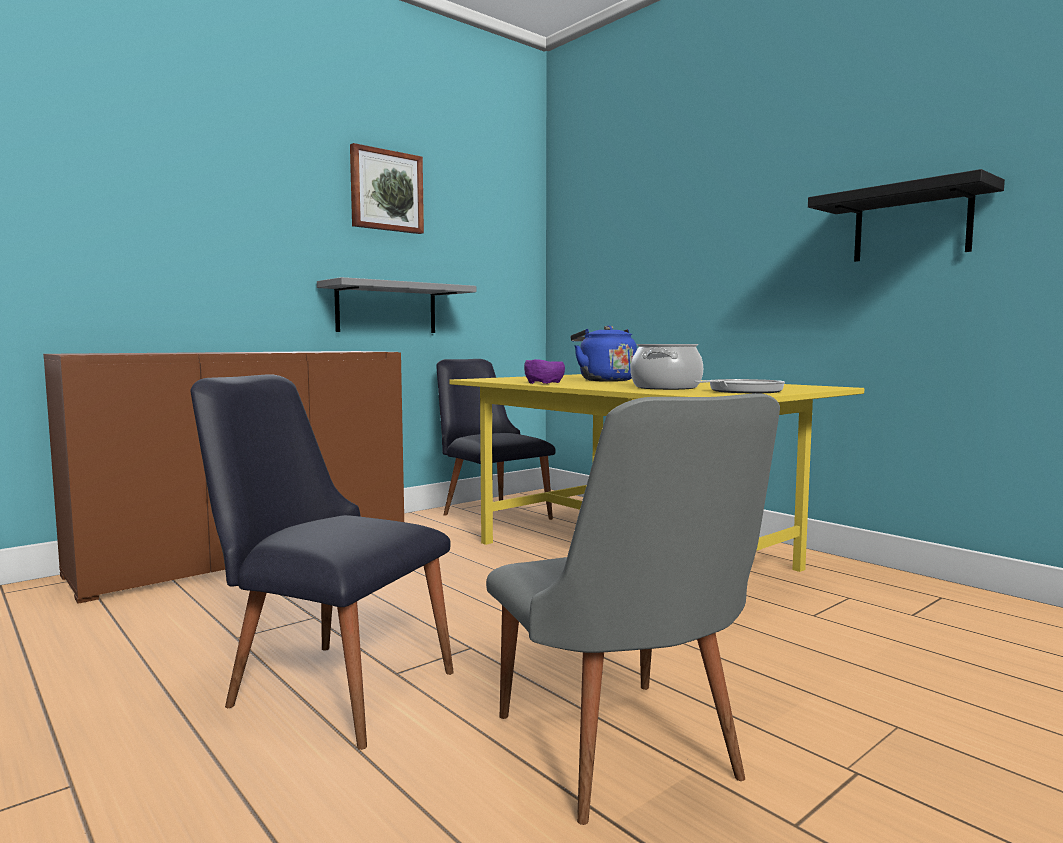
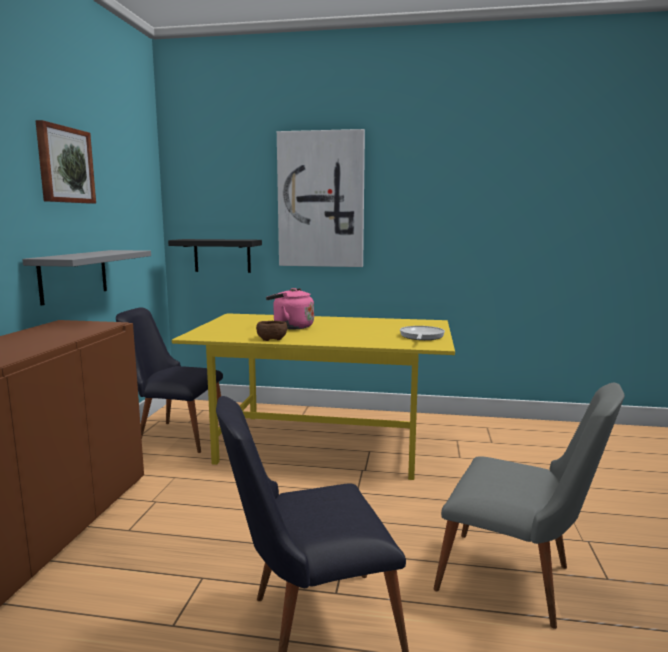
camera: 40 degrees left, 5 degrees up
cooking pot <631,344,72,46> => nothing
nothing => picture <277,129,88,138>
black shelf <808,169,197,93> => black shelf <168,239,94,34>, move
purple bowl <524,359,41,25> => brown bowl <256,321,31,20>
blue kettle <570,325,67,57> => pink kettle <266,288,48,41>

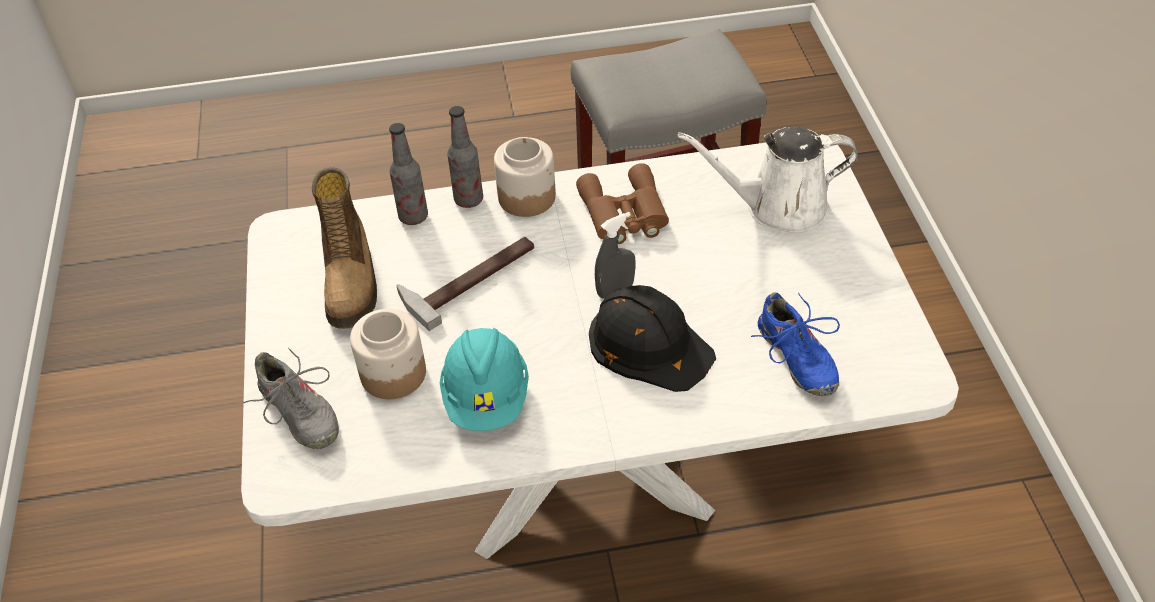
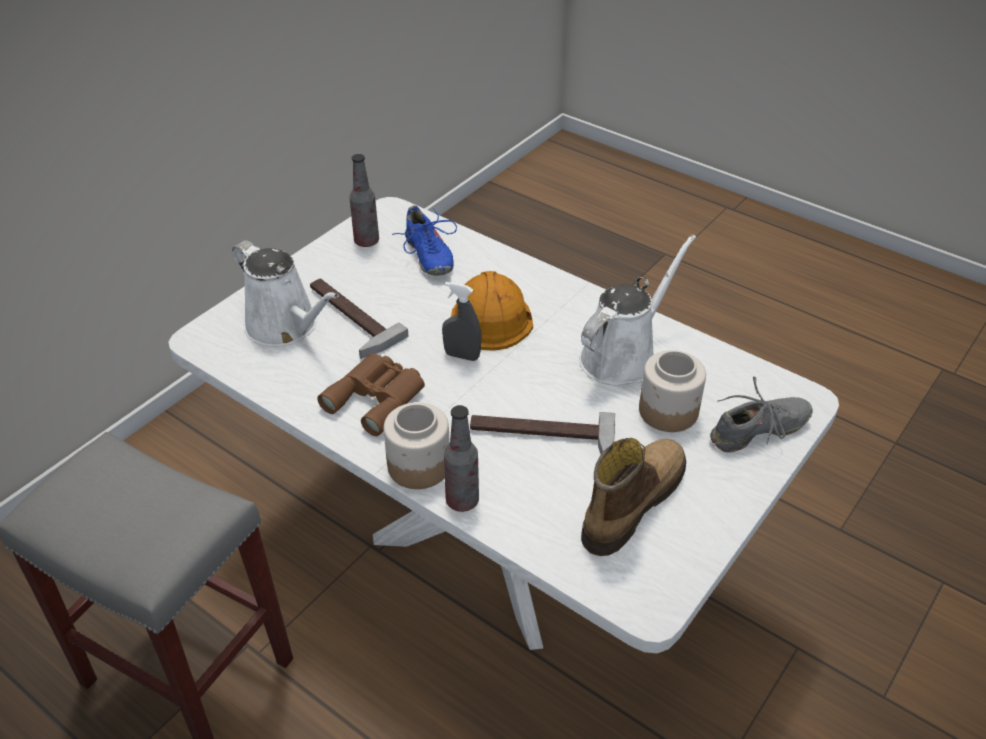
camera: 135 degrees left, 5 degrees down
nothing => hammer <310,279,99,80>
bottle <389,123,39,102> => bottle <349,154,30,93>, move
turquoise hard hat <440,328,89,103> => white watering can <579,235,117,151>
black hard hat <589,285,127,107> => orange hard hat <451,271,82,80>
grey shoe <243,347,96,102> => grey shoe <710,377,103,75>, 60 degrees clockwise
blue shoe <751,292,89,104> => blue shoe <392,205,65,71>, 135 degrees clockwise

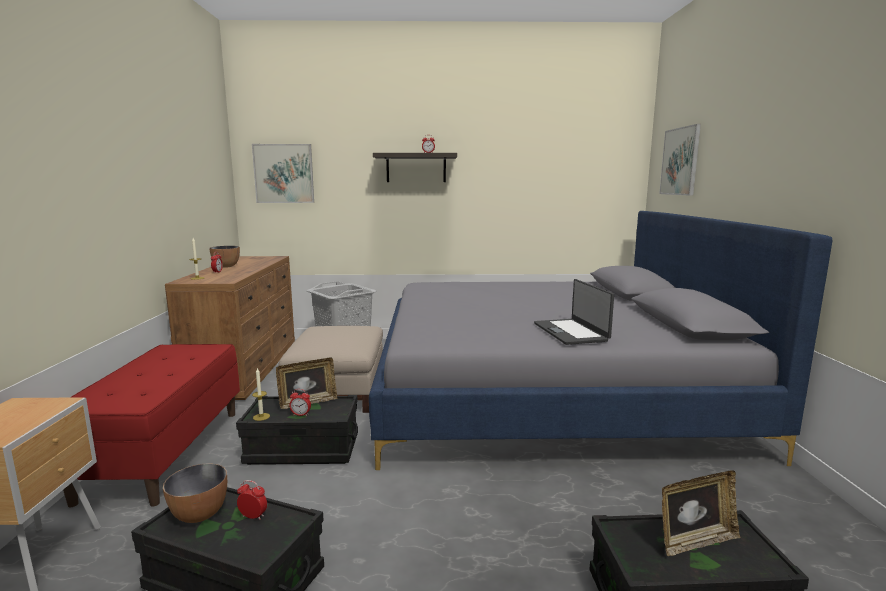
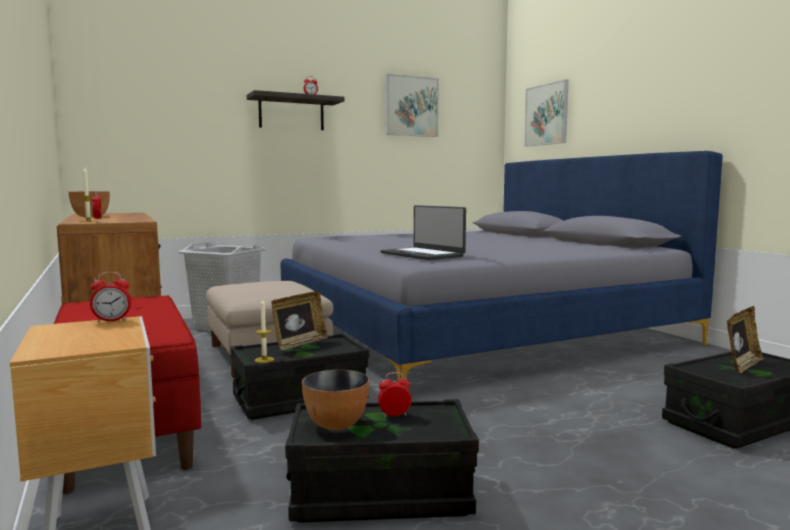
camera: 25 degrees left, 5 degrees down
picture <252,144,62,59> => picture <385,74,54,63>, move
alarm clock <289,389,22,27> => alarm clock <90,272,41,50>, move
laptop <534,279,80,66> => laptop <380,205,86,55>, move

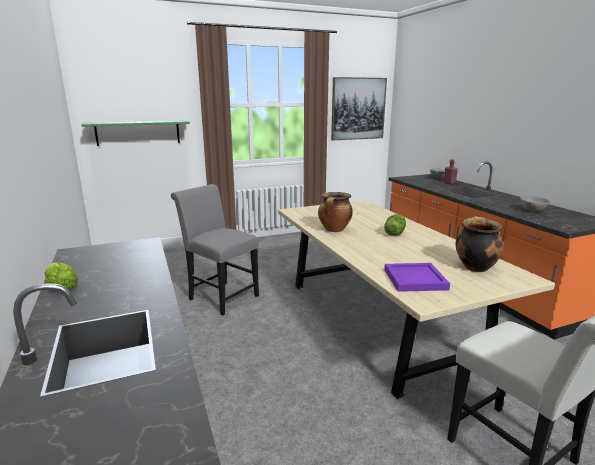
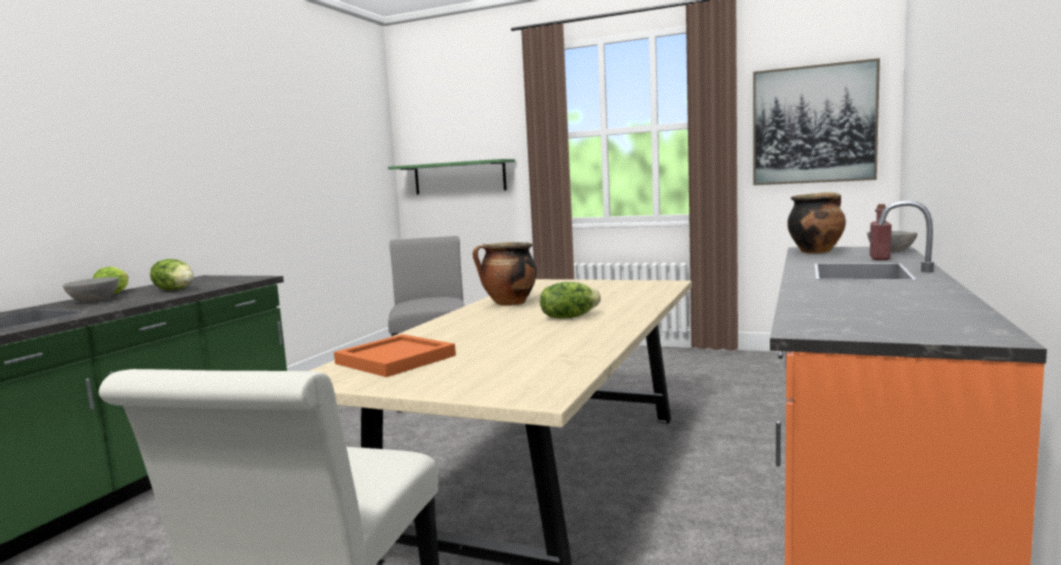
camera: 45 degrees right, 10 degrees down
nothing => lettuce <150,259,44,31>
cooking pot <456,216,47,56> => cooking pot <787,192,59,61>, move
grey bowl <520,196,30,16> => grey bowl <63,277,55,26>, move
purple tray <384,263,66,29> => orange tray <334,334,122,43>

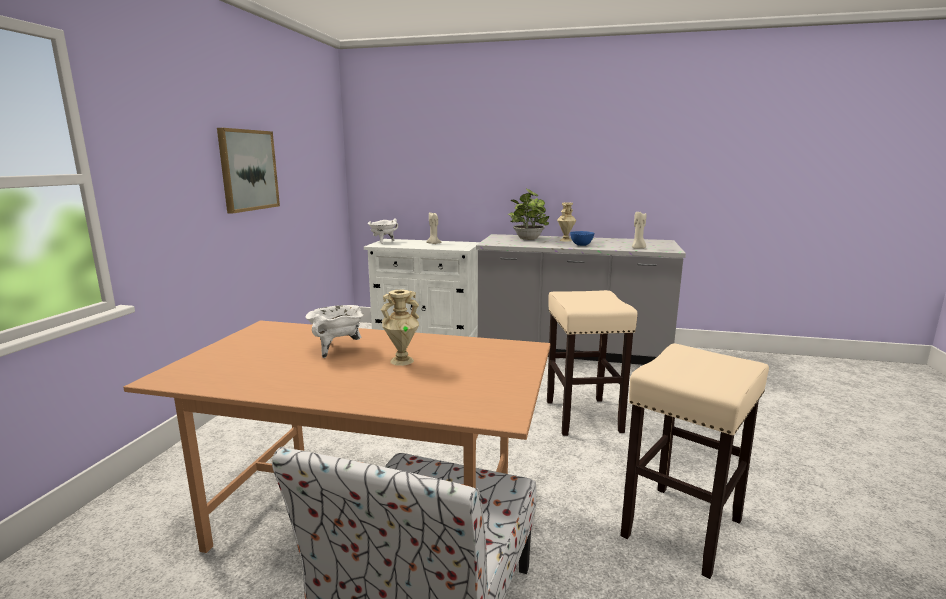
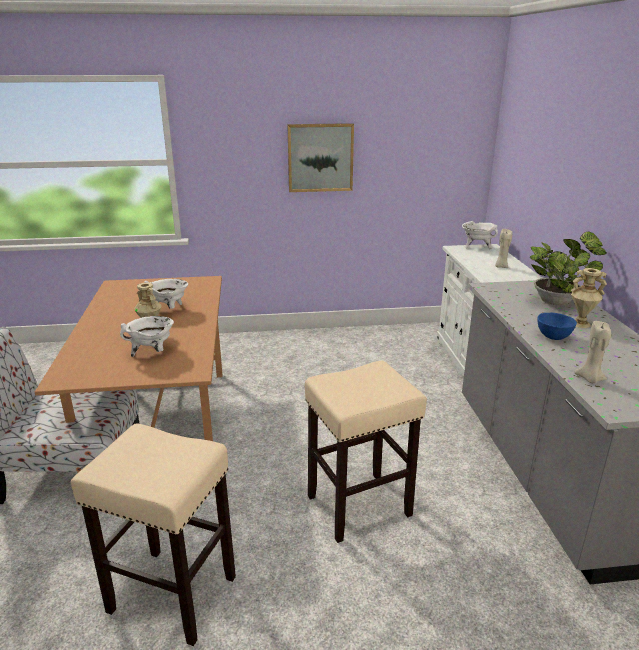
camera: 70 degrees right, 10 degrees up
nothing => white cooking pot <120,316,54,41>

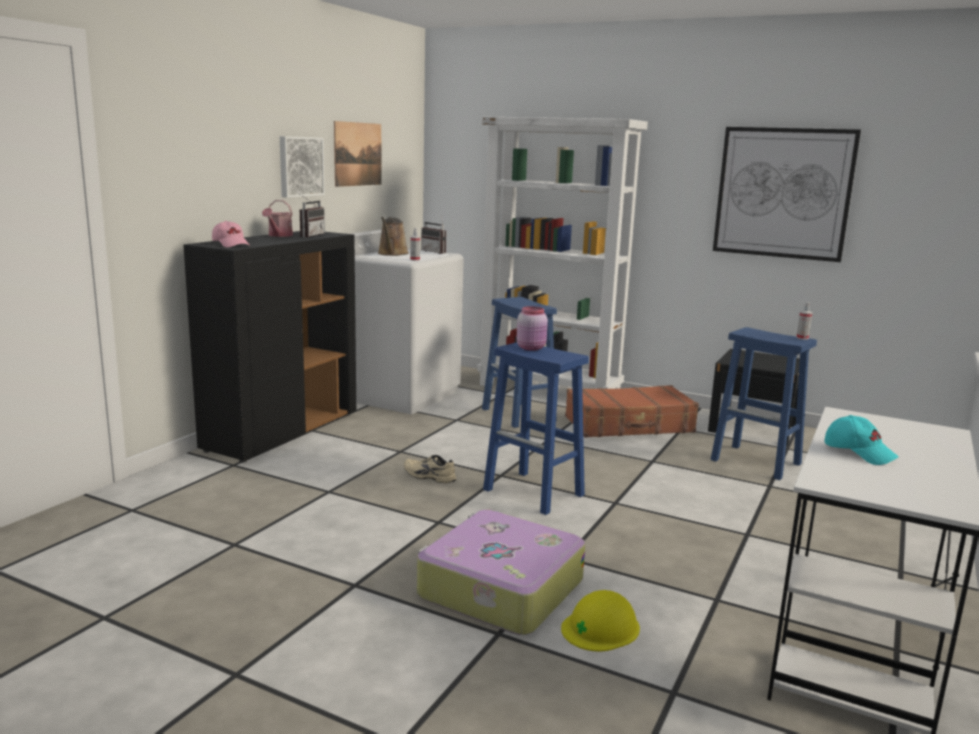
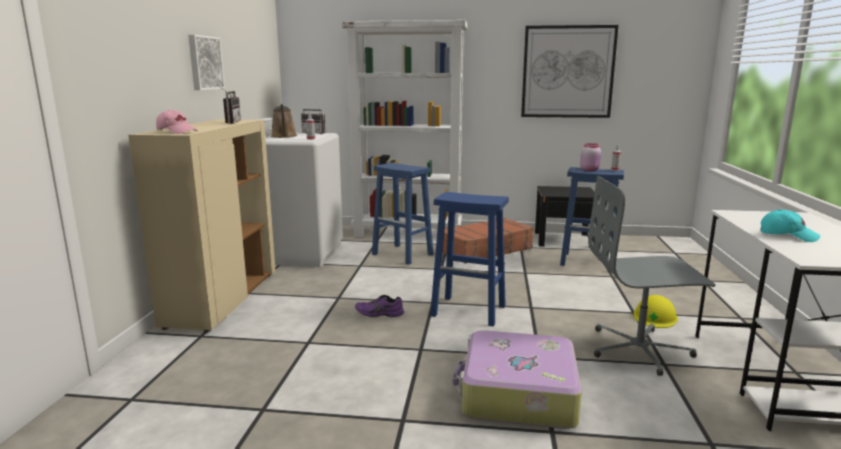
camera: 20 degrees left, 0 degrees up
watering can <262,200,31,37> => nothing
picture <334,121,47,66> => nothing
nothing => grey office chair <588,176,128,200>
pink jar <516,306,32,45> => pink jar <580,143,21,28>, move
yellow hard hat <561,590,79,61> => yellow hard hat <634,295,44,33>, move
black cabinet <183,231,173,232> => beige cabinet <128,120,148,212>
beige shoe <404,455,52,28> => purple shoe <355,295,49,22>

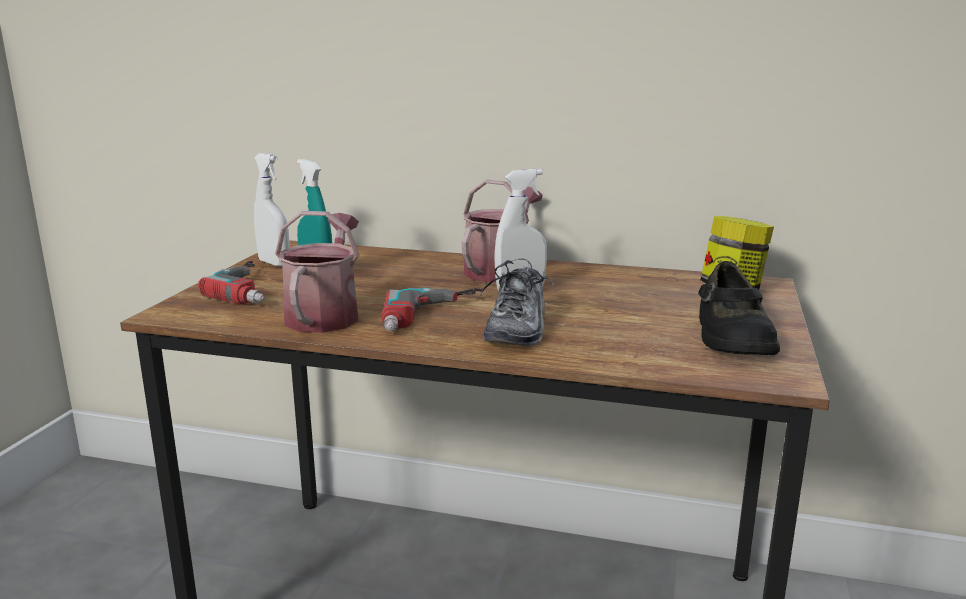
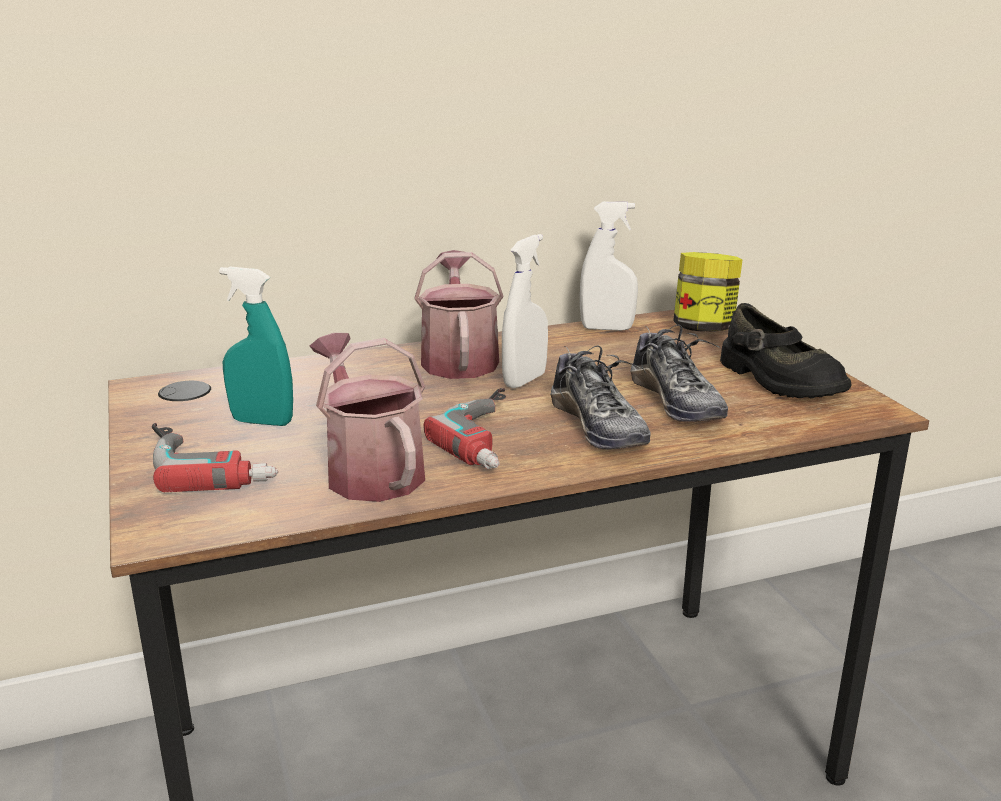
camera: 35 degrees left, 5 degrees up
nothing => shoe <630,325,98,97>
white spray bottle <254,153,36,114> => white spray bottle <580,202,58,129>, move

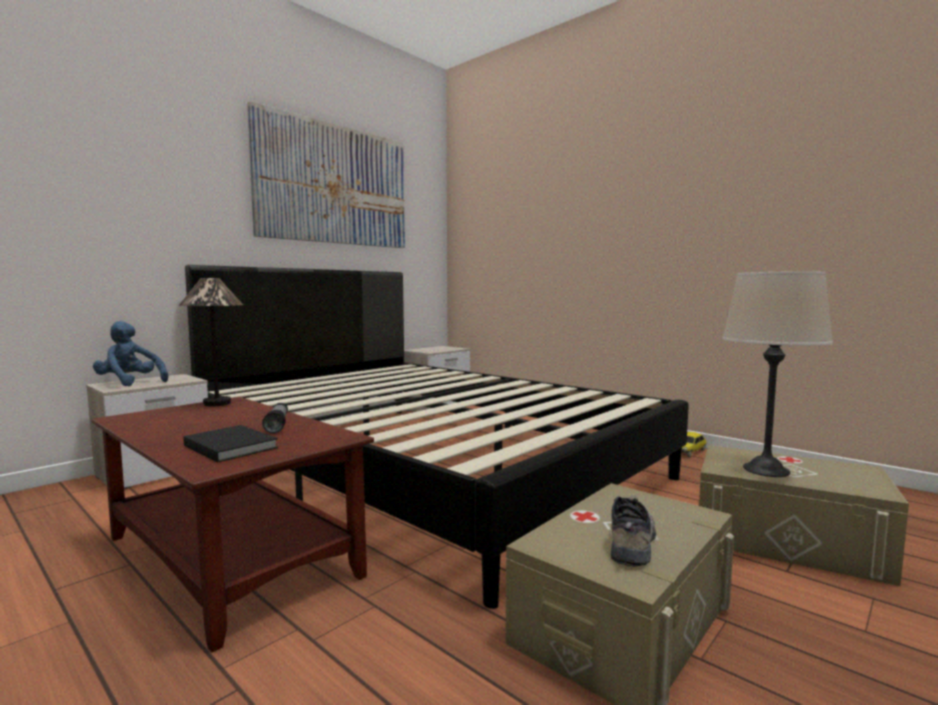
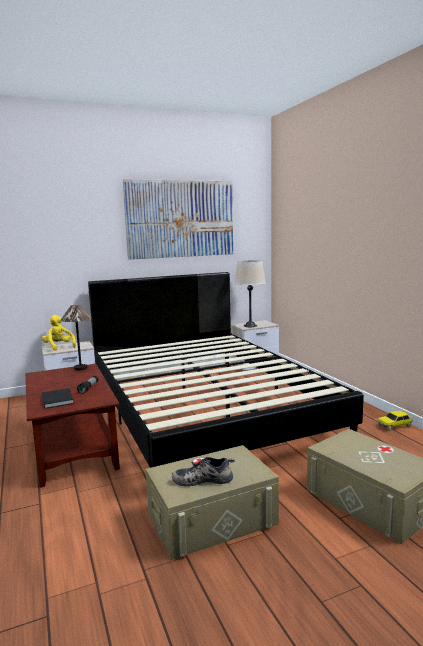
camera: 25 degrees right, 5 degrees up
beige table lamp <722,271,111,206> => beige table lamp <234,260,32,67>, move
blue plush toy <93,321,75,65> => yellow plush toy <42,315,34,36>
shoe <611,495,45,72> => shoe <172,457,63,29>, 135 degrees counterclockwise

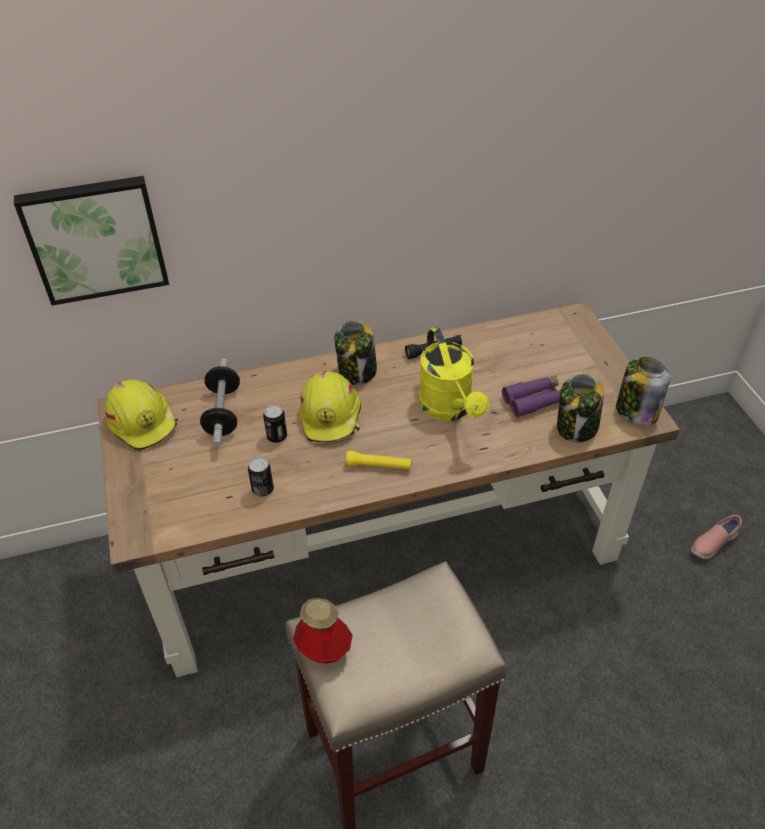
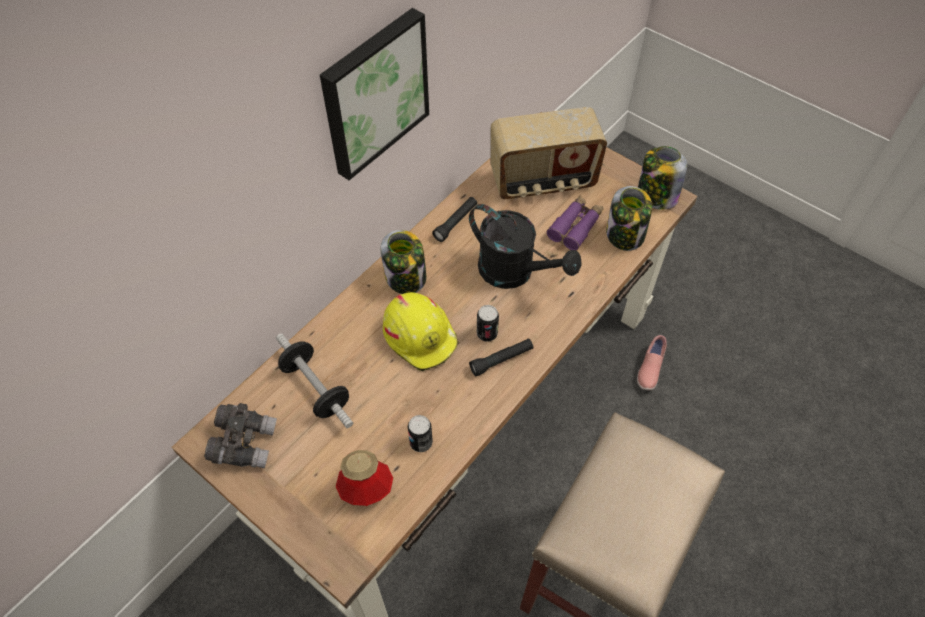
camera: 35 degrees left, 10 degrees up
nothing => radio <490,107,117,92>
picture <14,176,155,130> => picture <320,8,109,172>, move
can <263,404,24,39> => can <477,305,22,37>, move
bottle <293,598,60,66> => bottle <336,450,57,56>, move
pink shoe <691,515,51,44> => pink shoe <637,335,30,55>, move
yellow hard hat <105,380,73,71> => grey binoculars <204,403,73,65>
yellow flashlight <346,451,66,19> => black flashlight <469,338,64,38>
yellow watering can <419,327,70,94> => black watering can <469,204,113,85>

